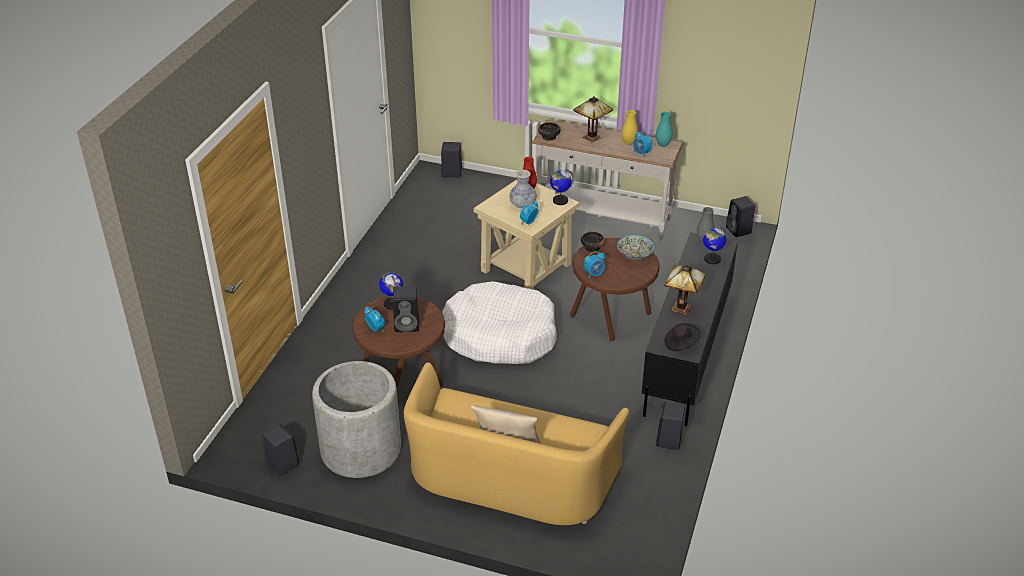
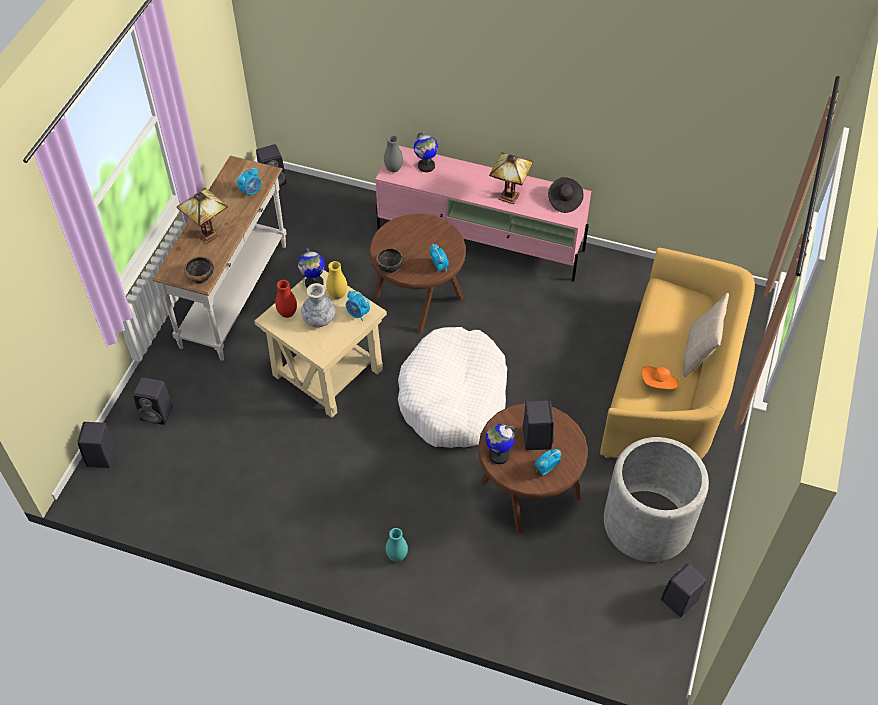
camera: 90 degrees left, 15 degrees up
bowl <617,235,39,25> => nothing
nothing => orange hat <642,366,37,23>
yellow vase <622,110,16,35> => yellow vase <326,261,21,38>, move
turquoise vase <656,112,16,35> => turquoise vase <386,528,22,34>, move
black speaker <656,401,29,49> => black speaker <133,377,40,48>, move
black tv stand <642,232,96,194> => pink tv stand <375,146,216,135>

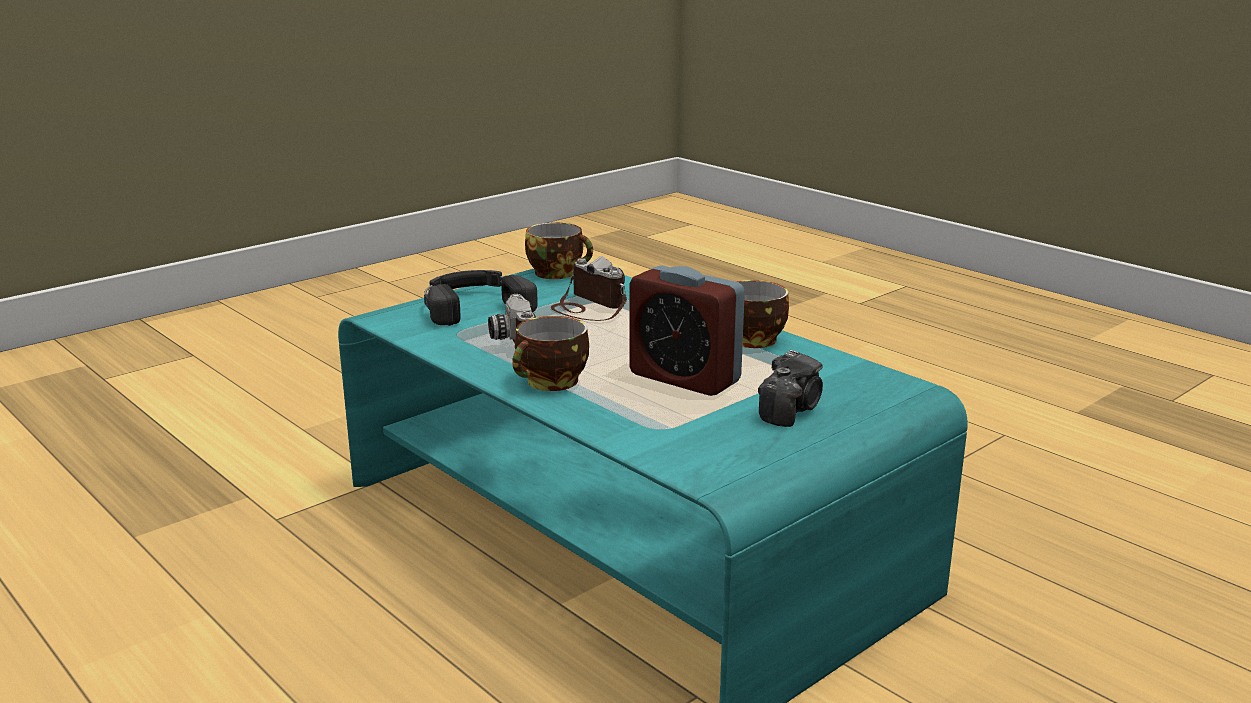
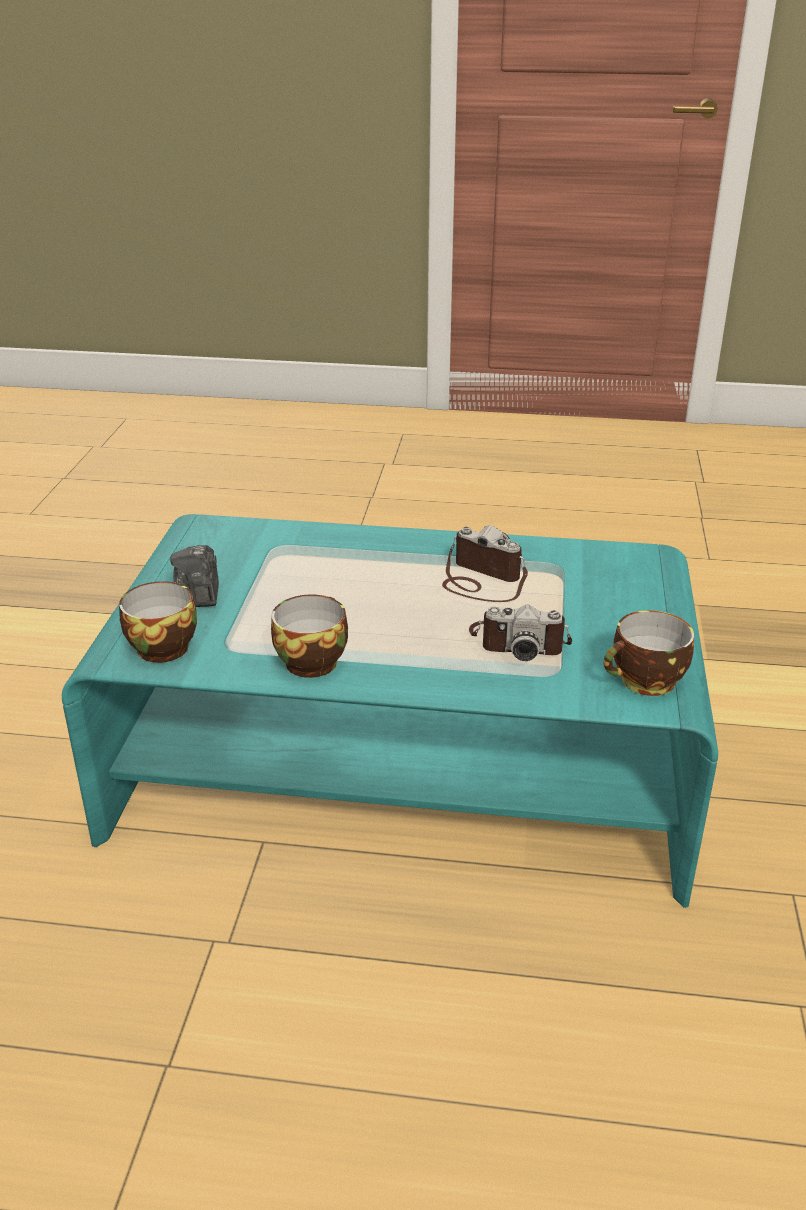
camera: 140 degrees right, 10 degrees up
black headphones <424,270,114,56> => nothing
alarm clock <629,265,116,131> => nothing
cup <512,316,77,75> => cup <119,581,78,82>, move

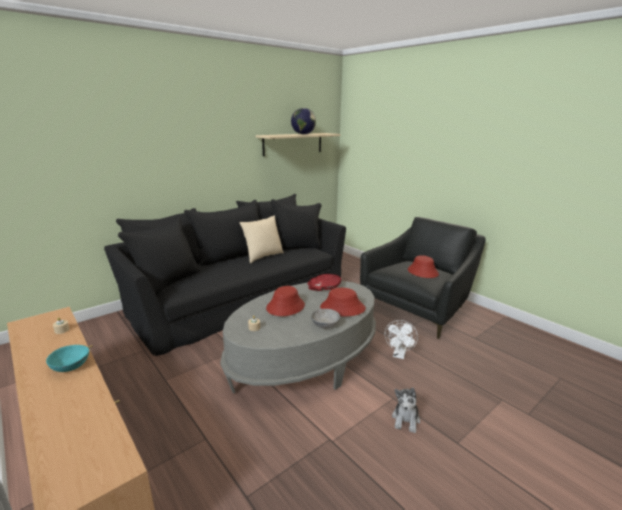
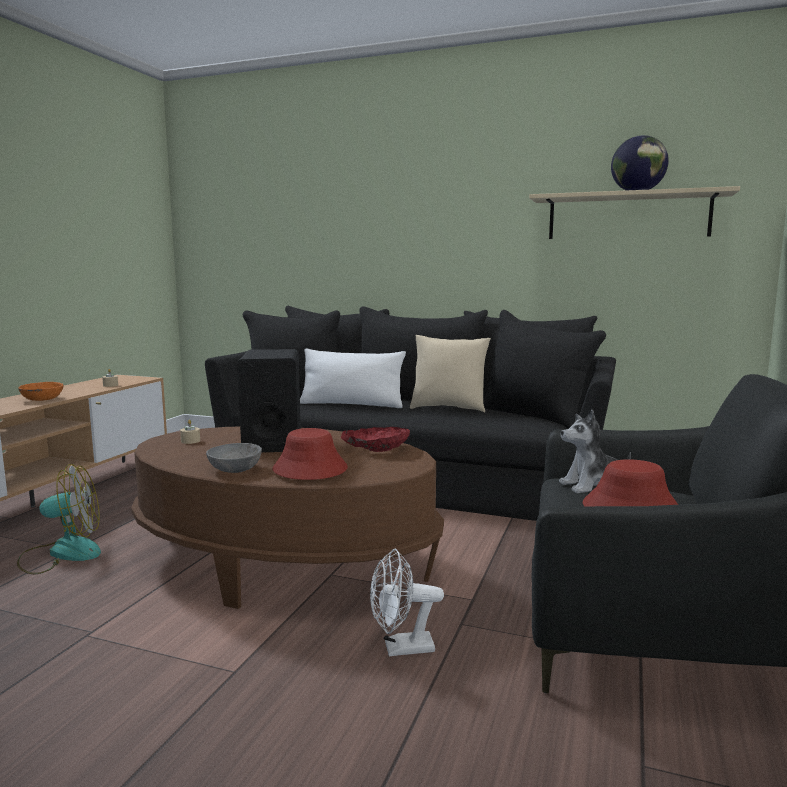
camera: 60 degrees right, 10 degrees down
nothing => fan <17,464,84,110>
nothing => white pillow <300,348,106,60>
plush toy <392,388,28,45> => plush toy <559,410,72,83>, move
red hat <266,286,39,30> => black speaker <237,349,64,103>
turquoise bowl <46,345,43,27> => orange bowl <19,382,45,19>
grey coffee table <220,281,156,112> => brown coffee table <131,427,313,182>

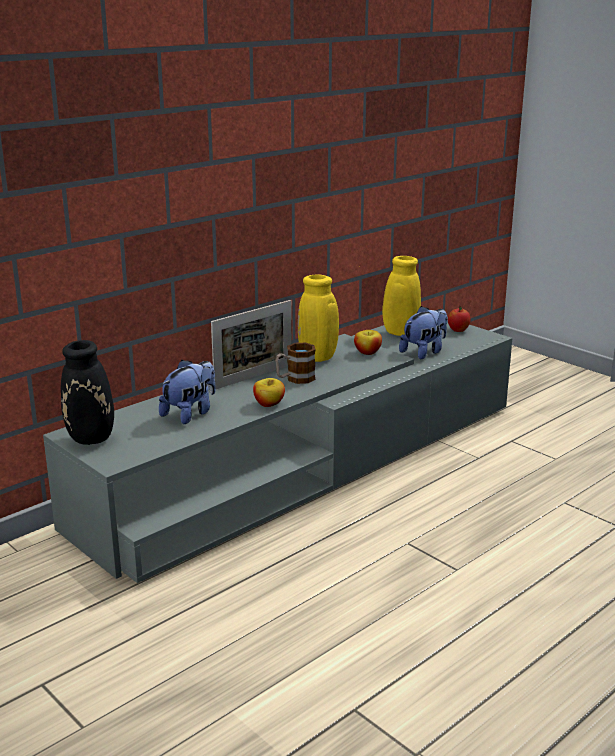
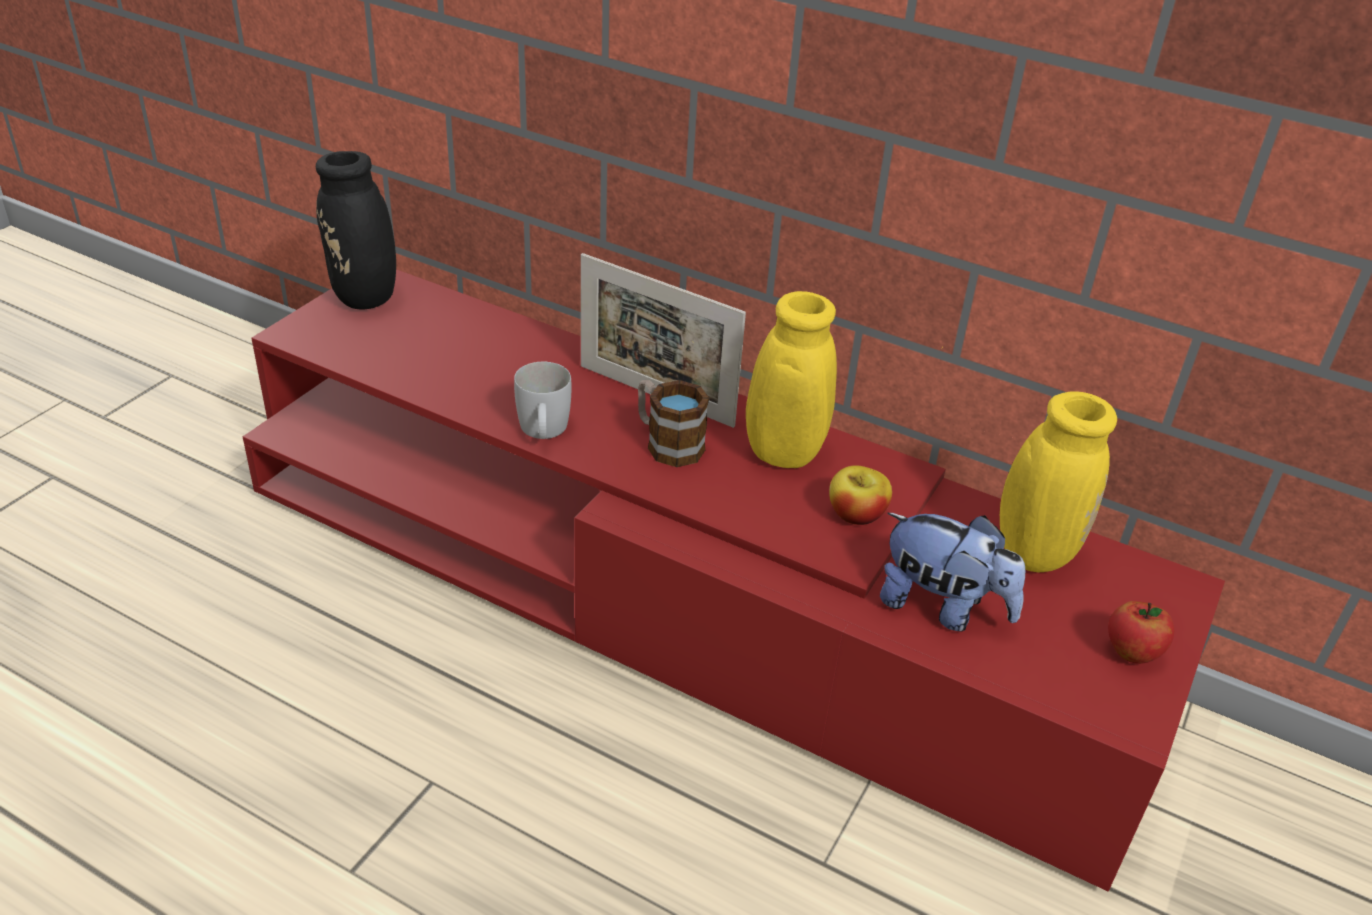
camera: 70 degrees right, 15 degrees up
plush toy <159,360,56,64> => nothing
apple <253,378,32,29> => white mug <514,362,57,77>
grey tv stand <43,321,469,262> => red tv stand <243,269,982,622>

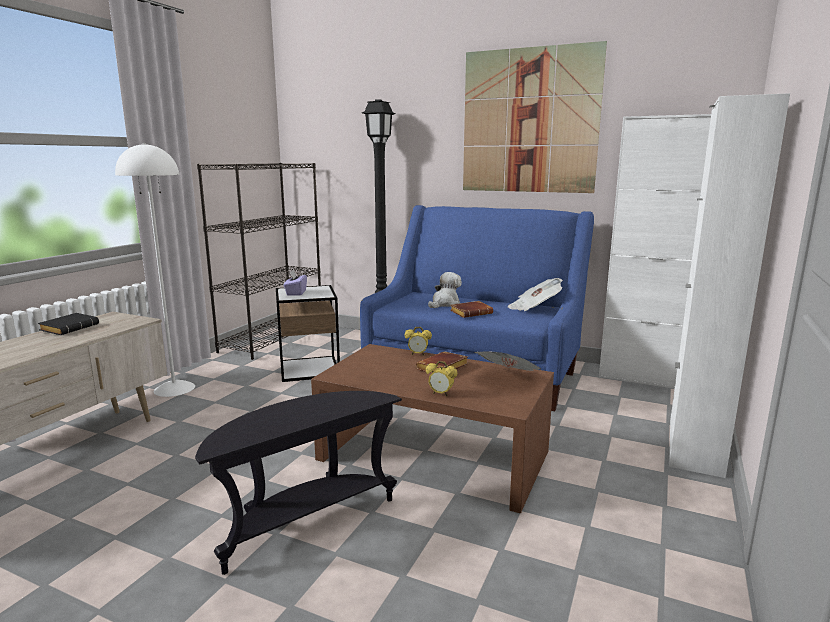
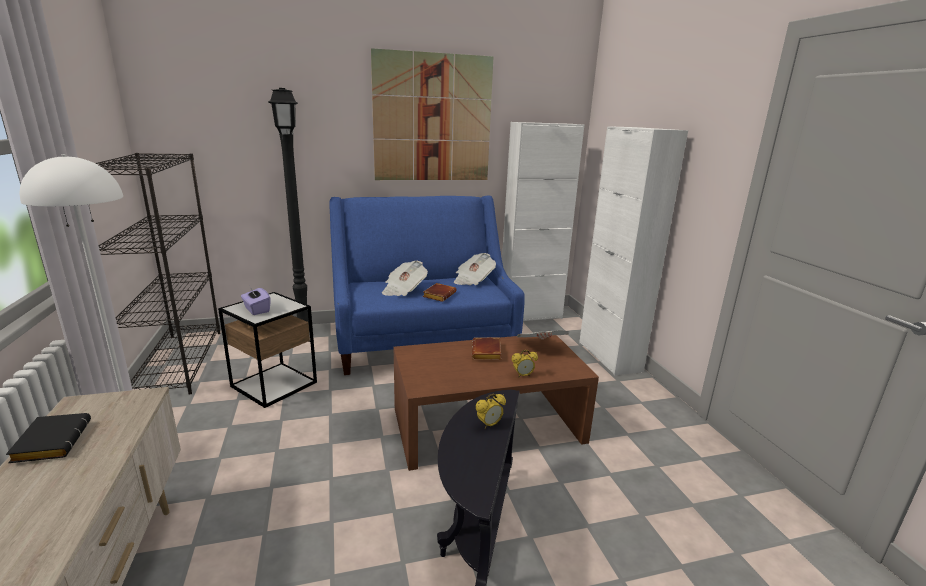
camera: 40 degrees left, 5 degrees up
alarm clock <405,327,27,28> => alarm clock <476,393,30,36>, move
plush toy <428,272,34,36> => newspaper <382,261,46,35>

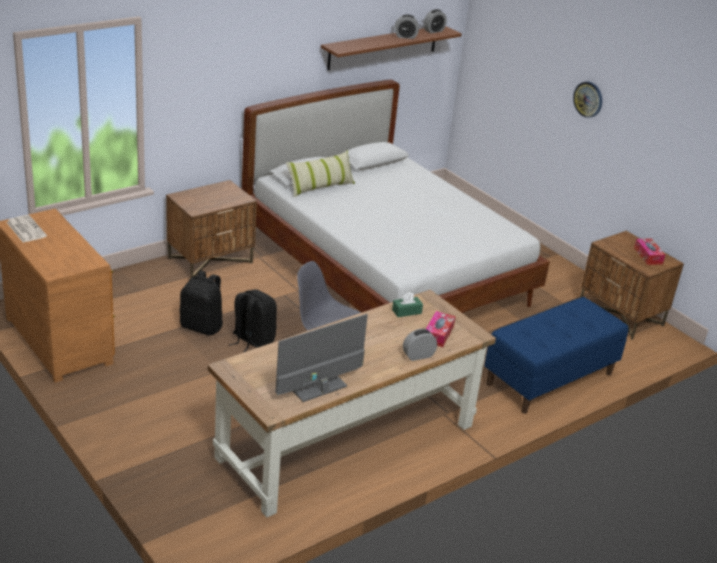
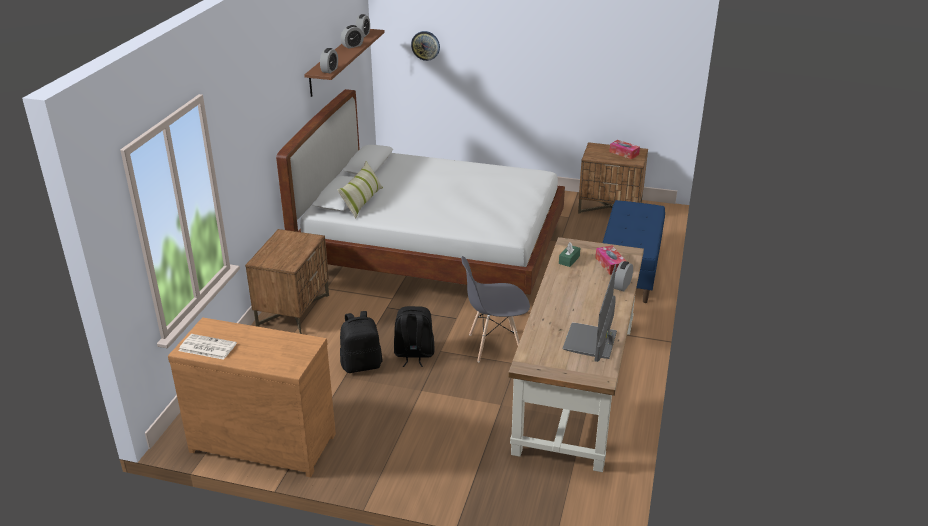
camera: 35 degrees left, 0 degrees up
nothing => alarm clock <320,48,18,25>
wall clock <573,82,29,36> => wall clock <411,31,29,30>, move

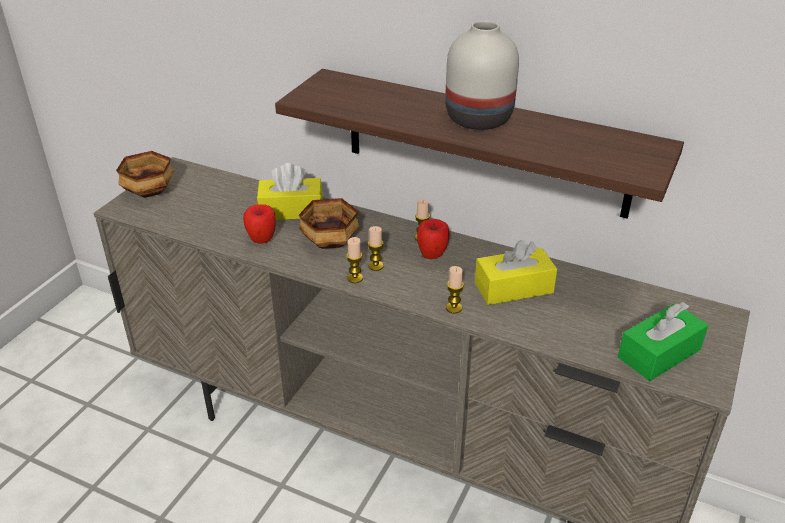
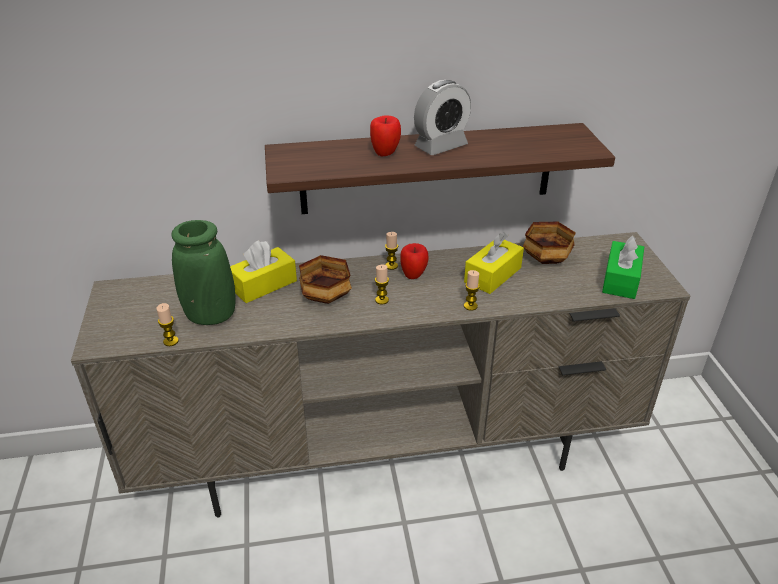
camera: 35 degrees left, 0 degrees up
nothing => green vase <171,220,64,105>
bowl <116,151,58,47> => bowl <523,222,53,42>, move
apple <243,204,33,39> => apple <370,116,31,40>, move
candle <346,237,17,46> => candle <156,303,23,43>, move
white vase <445,20,74,110> => alarm clock <414,80,57,75>

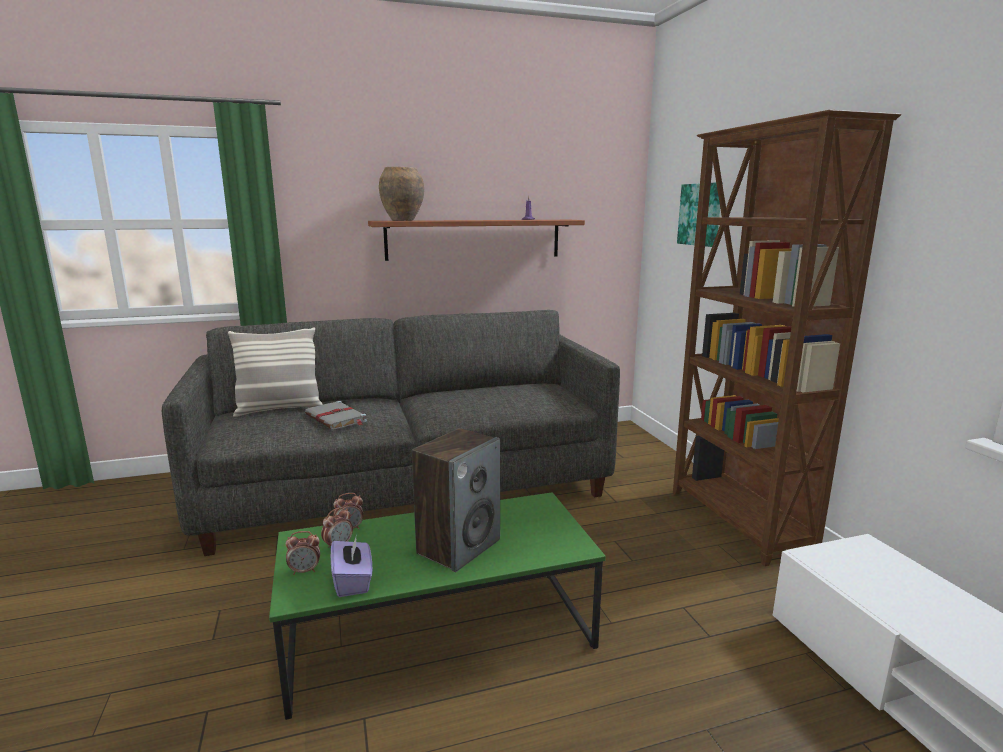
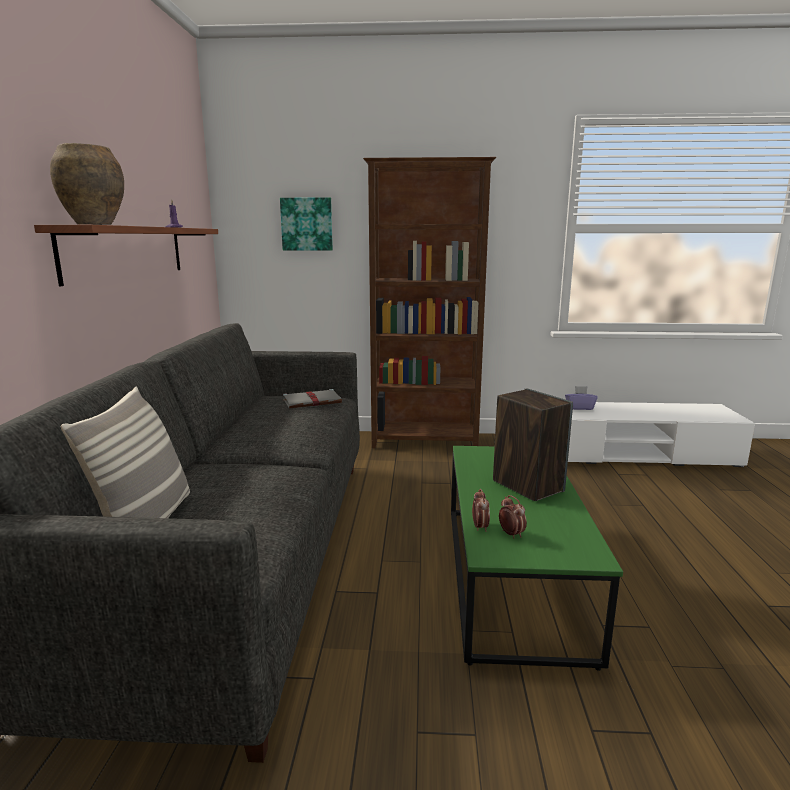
camera: 70 degrees left, 0 degrees up
alarm clock <286,531,34,44> => nothing
grey book <305,401,62,28> => grey book <283,389,59,19>, move
purple tissue box <331,535,42,62> => purple tissue box <565,386,33,24>, move

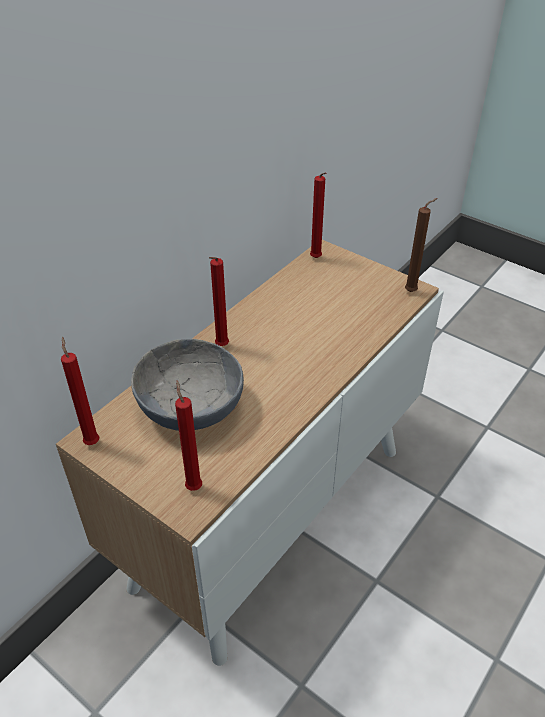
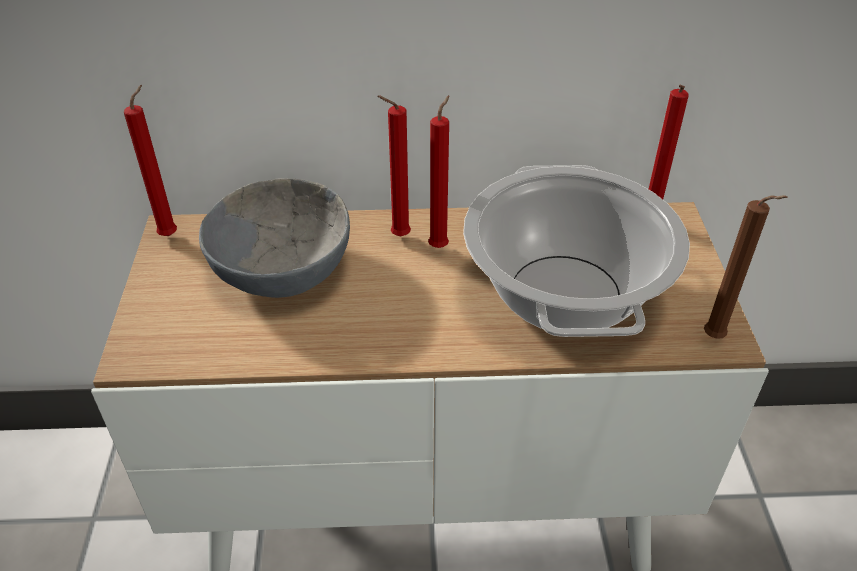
camera: 50 degrees right, 0 degrees up
nothing => cooking pot <463,165,227,172>
red candle <175,380,27,111> => red candle <428,96,21,152>, move

